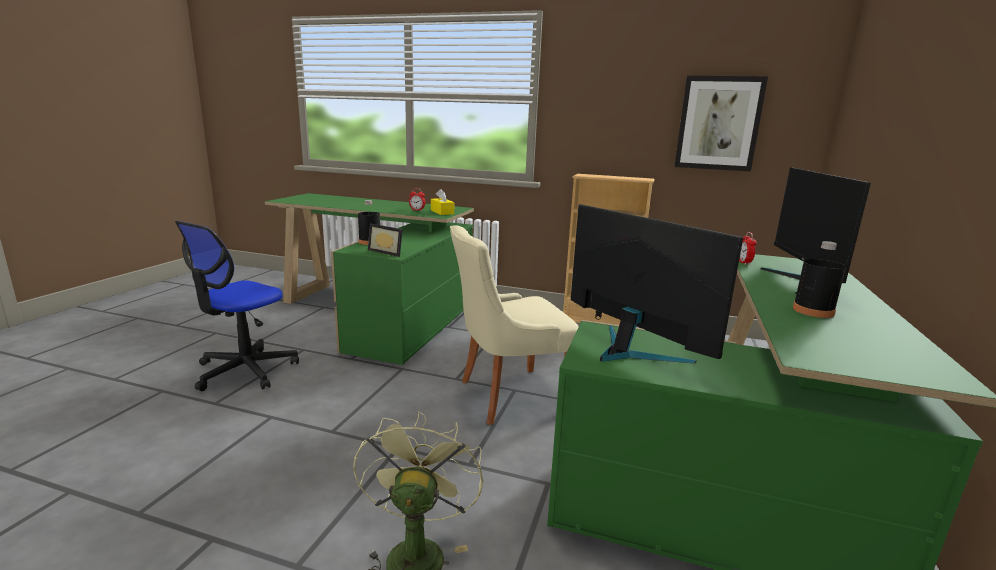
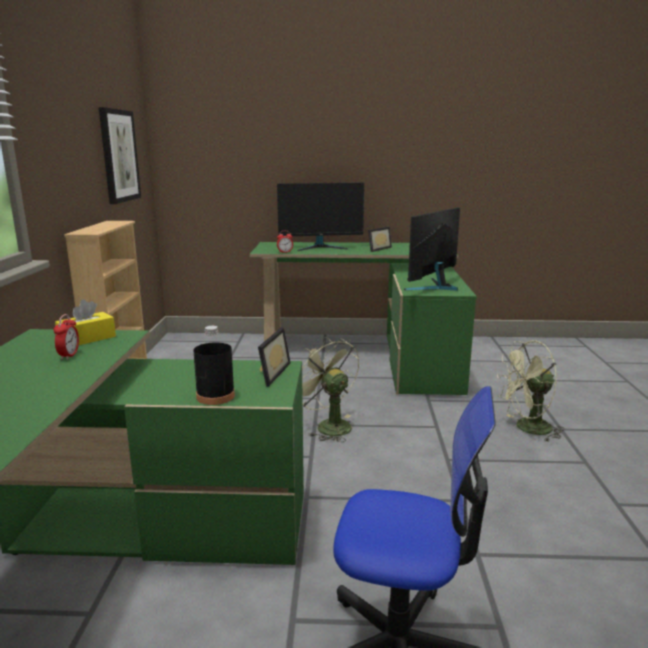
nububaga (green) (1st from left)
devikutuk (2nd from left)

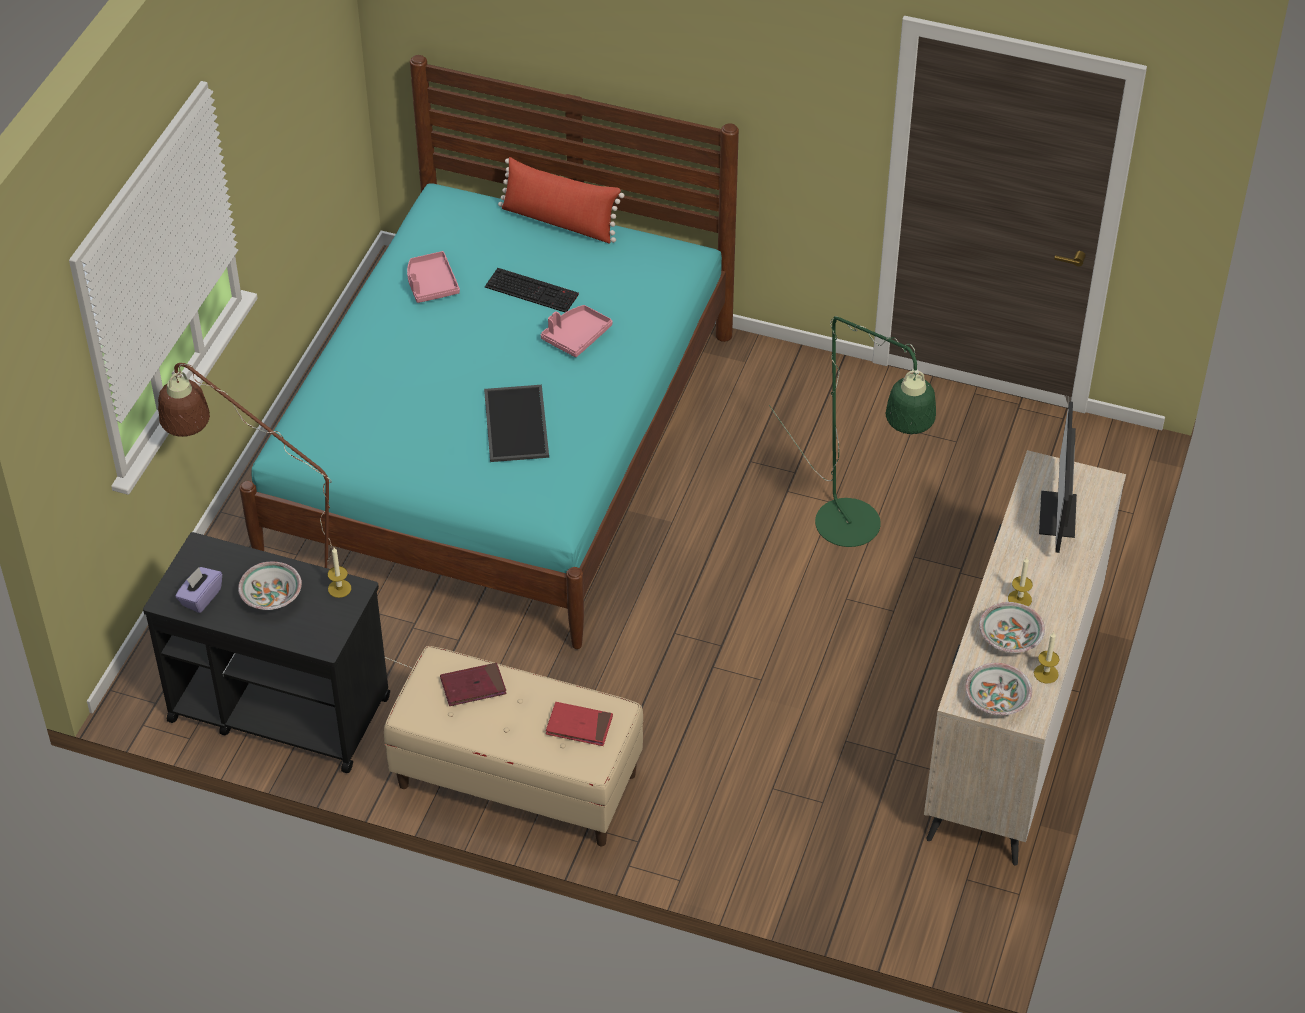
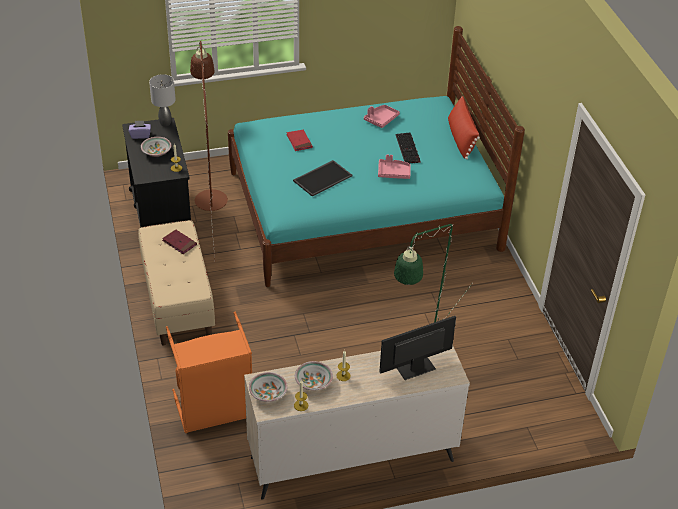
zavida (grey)
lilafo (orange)
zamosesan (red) (2nd from left)

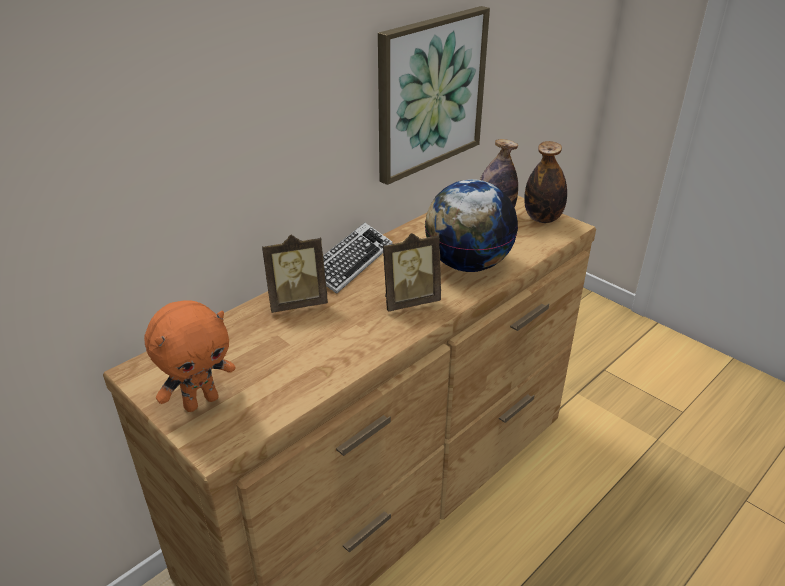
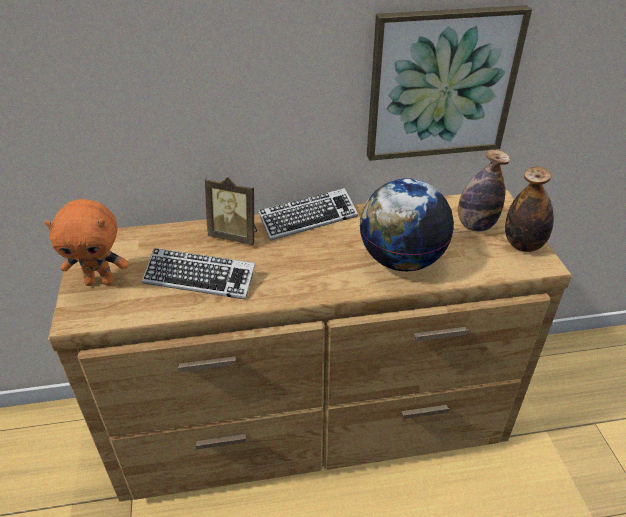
devikutuk (2nd from left in the first image)
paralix (1st from left)

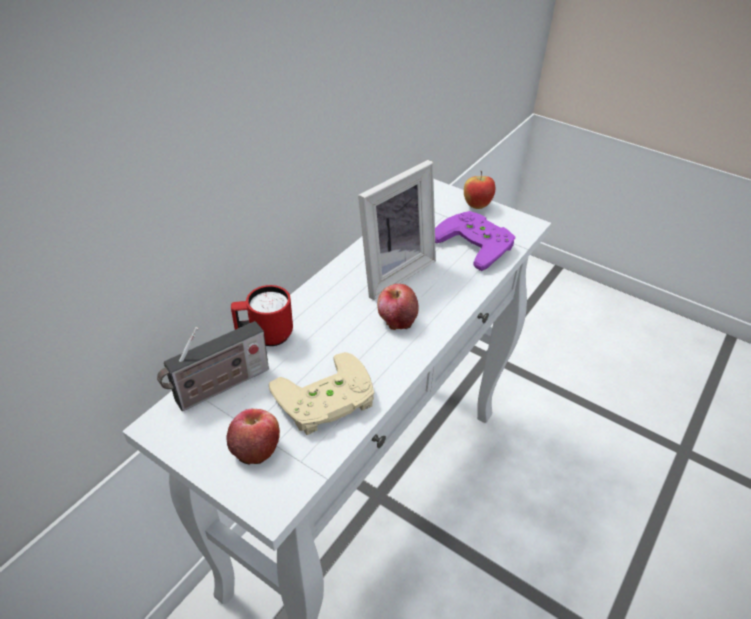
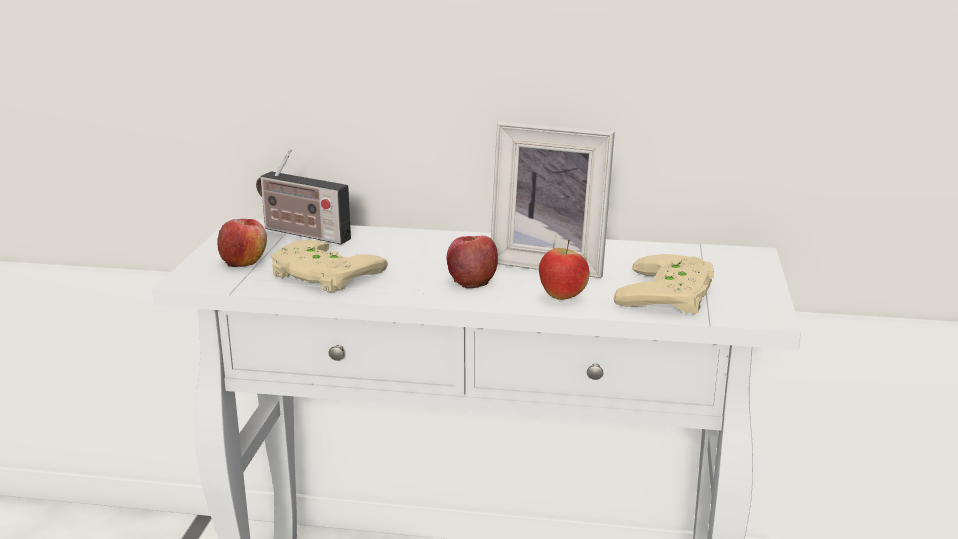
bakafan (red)
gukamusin (3rd from left)
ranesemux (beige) (2nd from left)

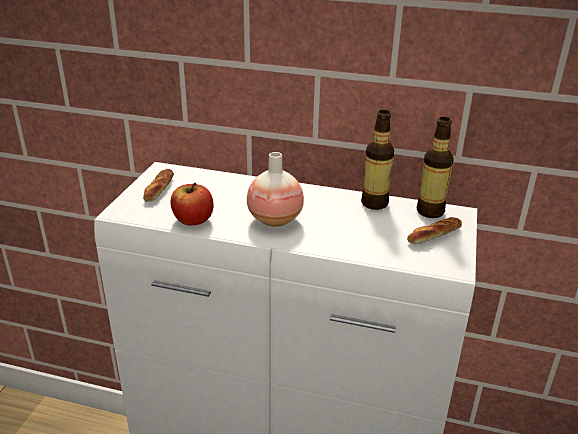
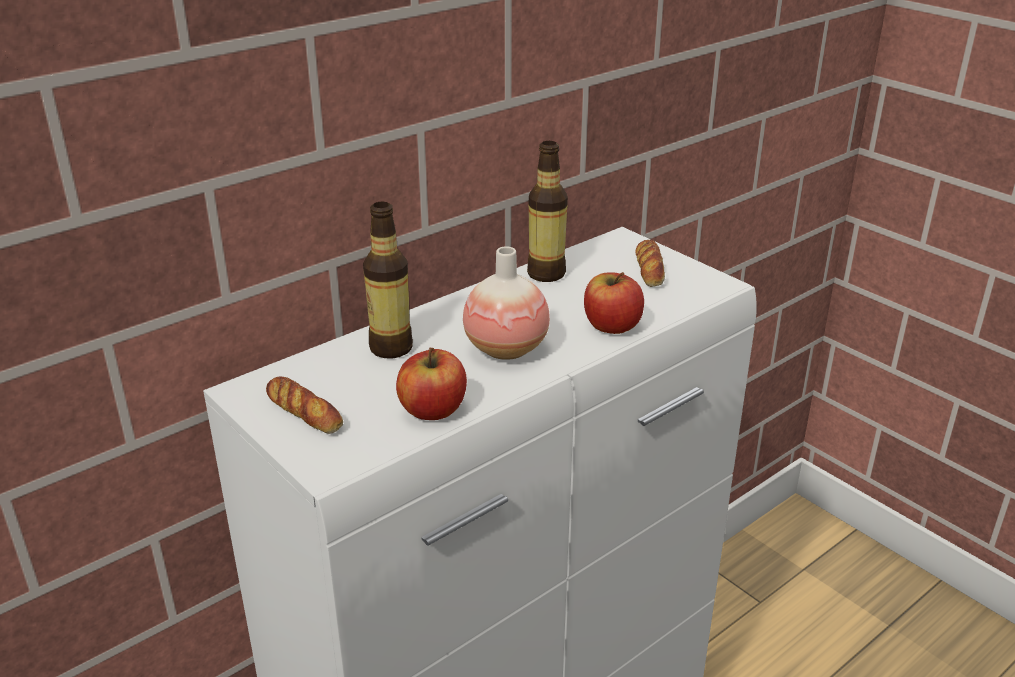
gukamusin (2nd from left)
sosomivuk (1st from left)

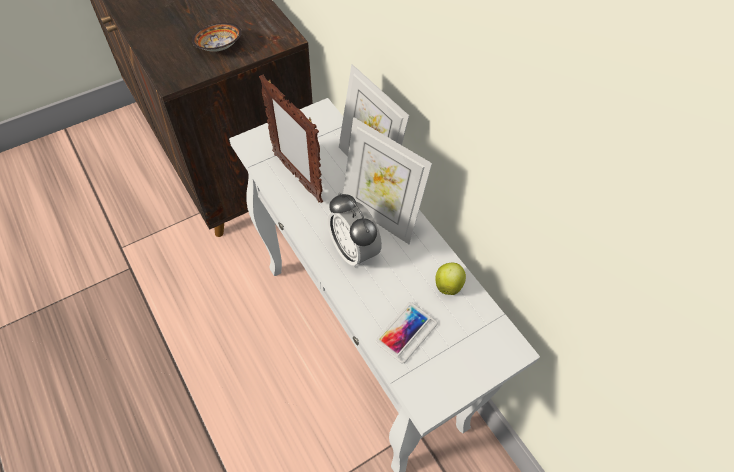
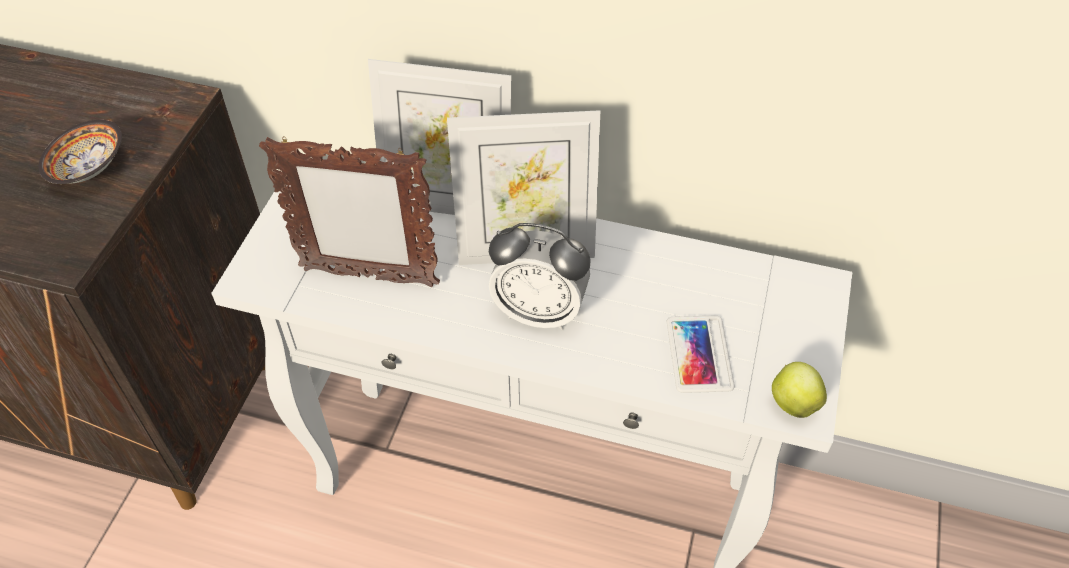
gukamusin

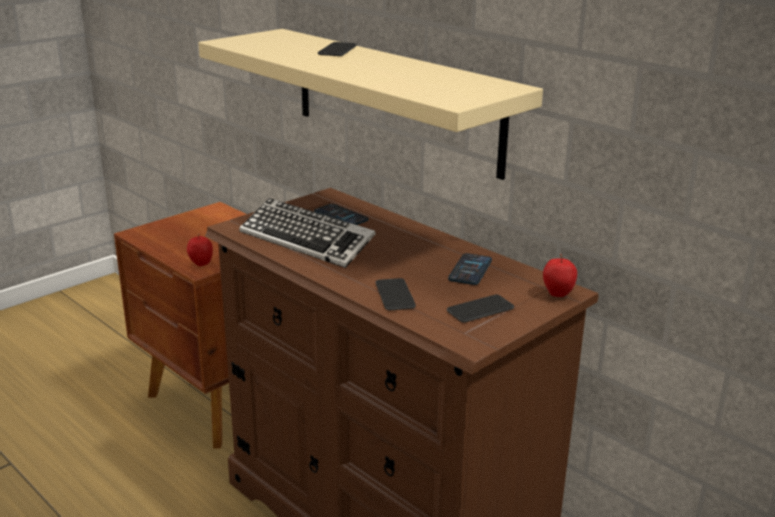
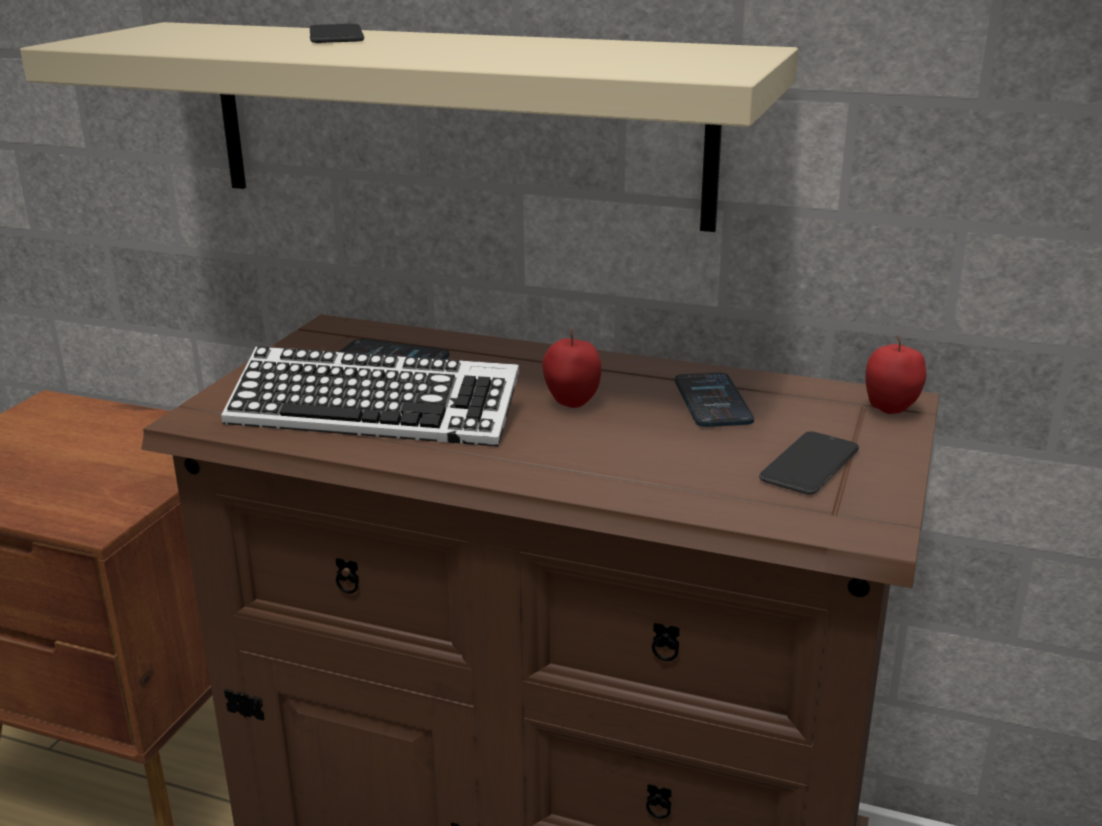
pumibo (3rd from left in the first image)
gukamusin (1st from left)

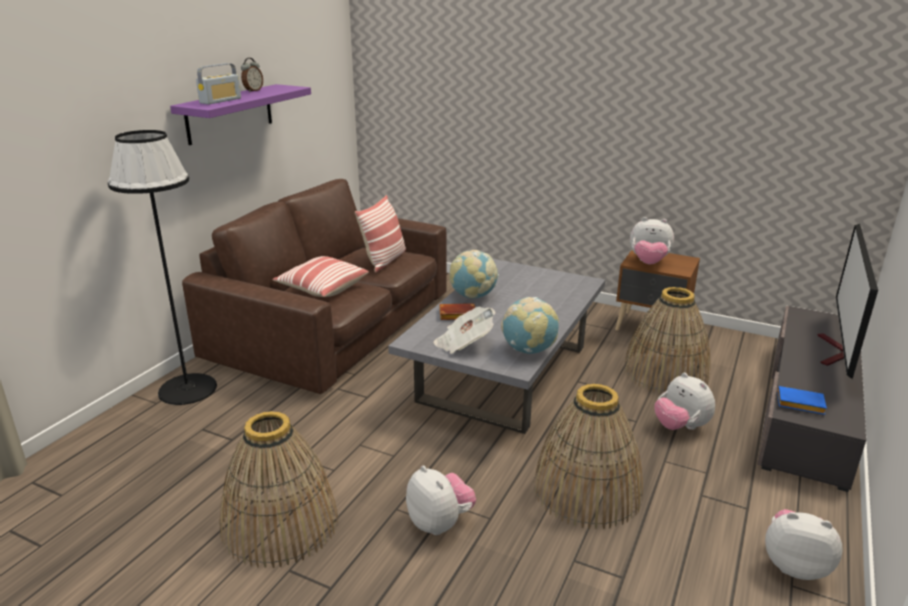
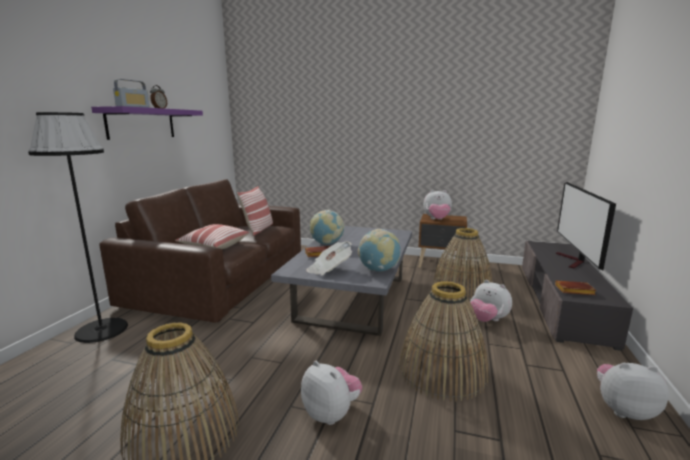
zamosesan (brown) (2nd from left)

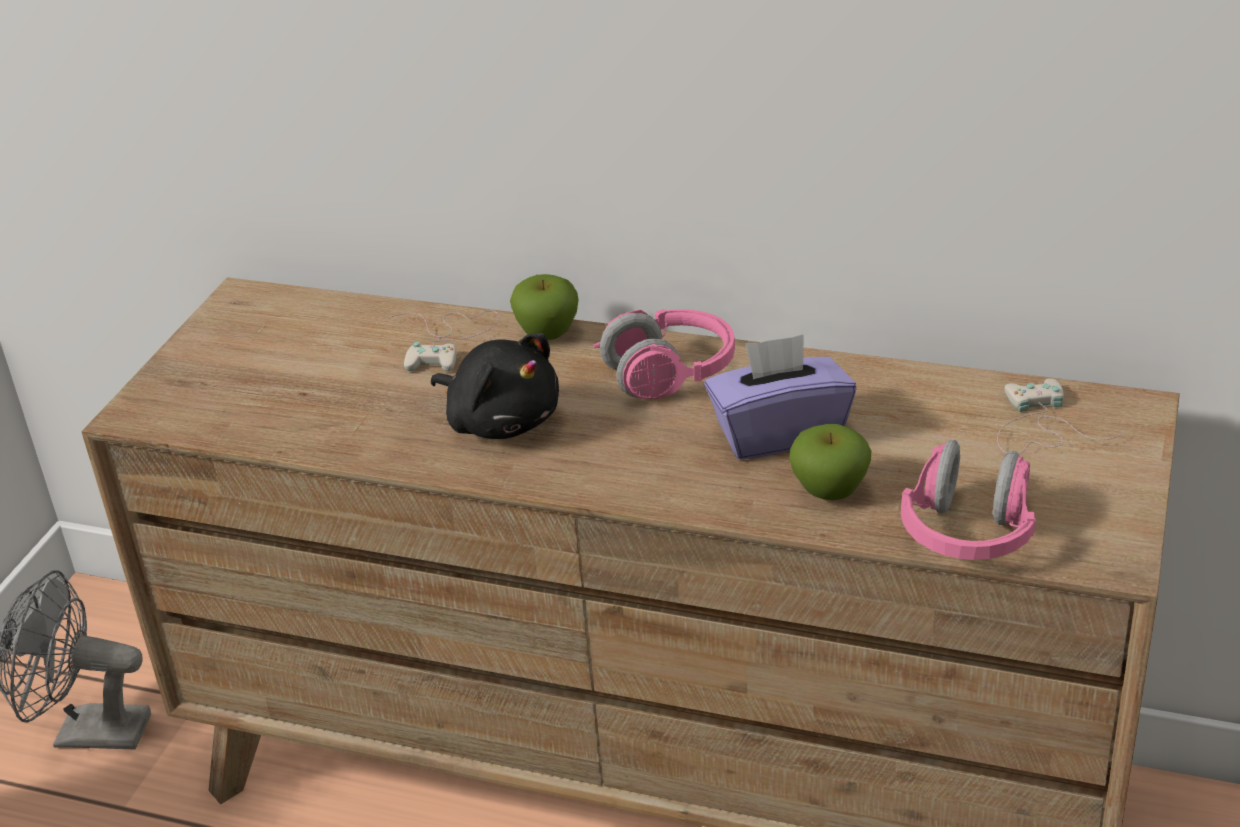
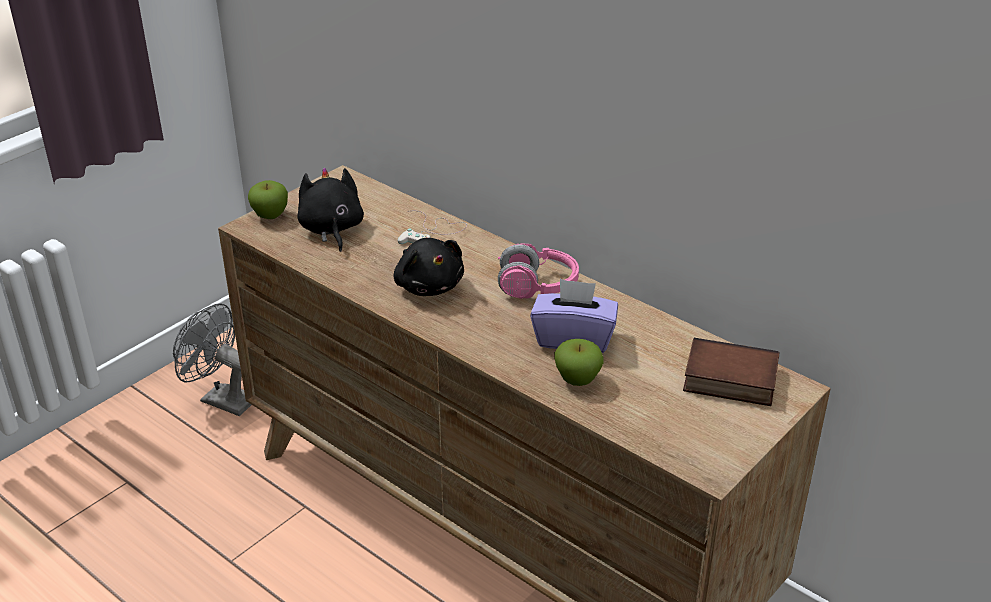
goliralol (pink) (2nd from left in the first image)
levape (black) (1st from left)
gukamusin (1st from left)
zamosesan

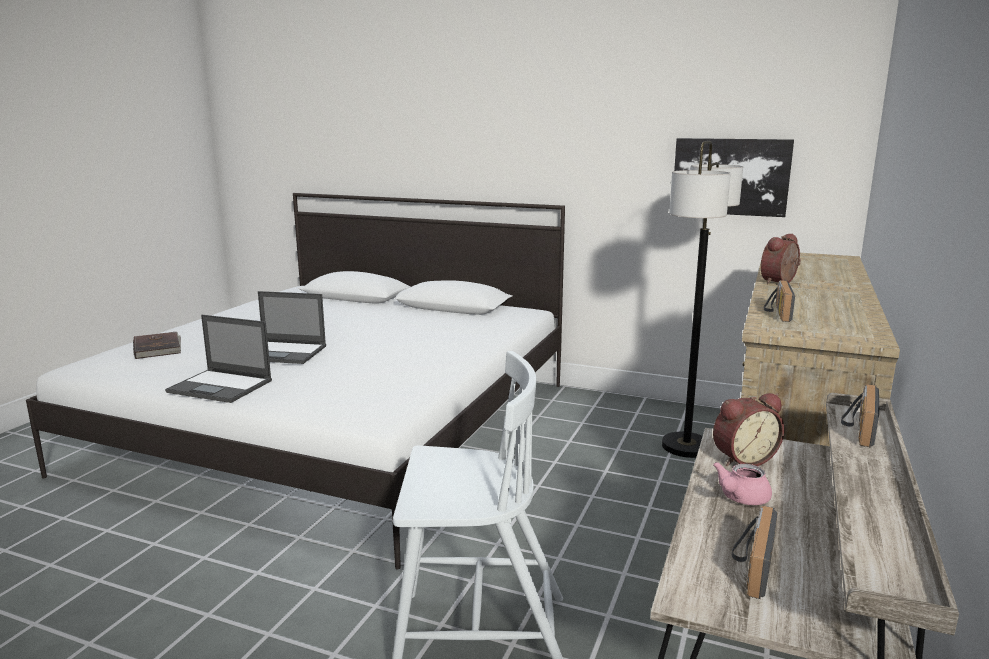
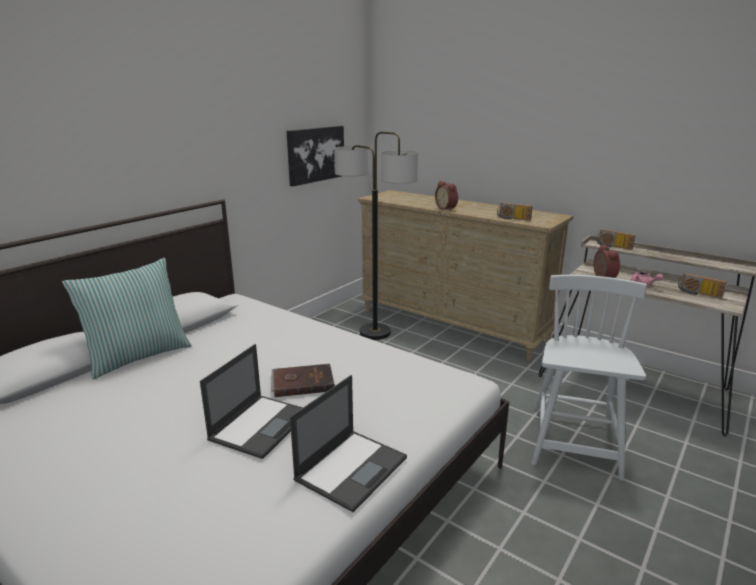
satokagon
zamosesan (brown)

